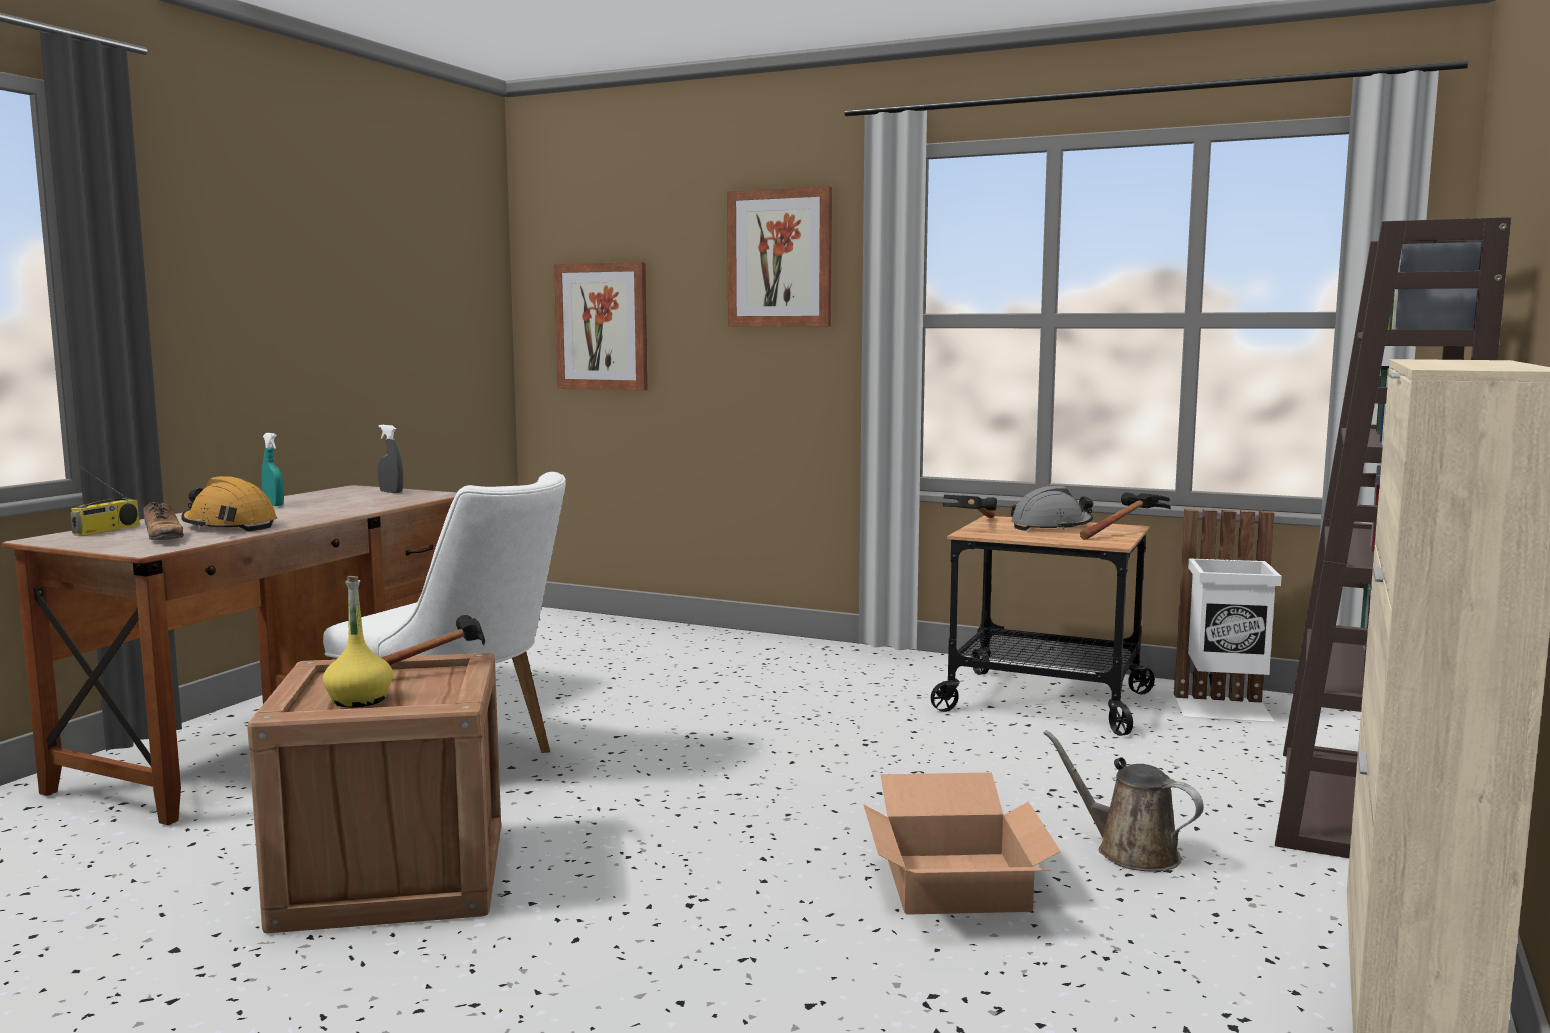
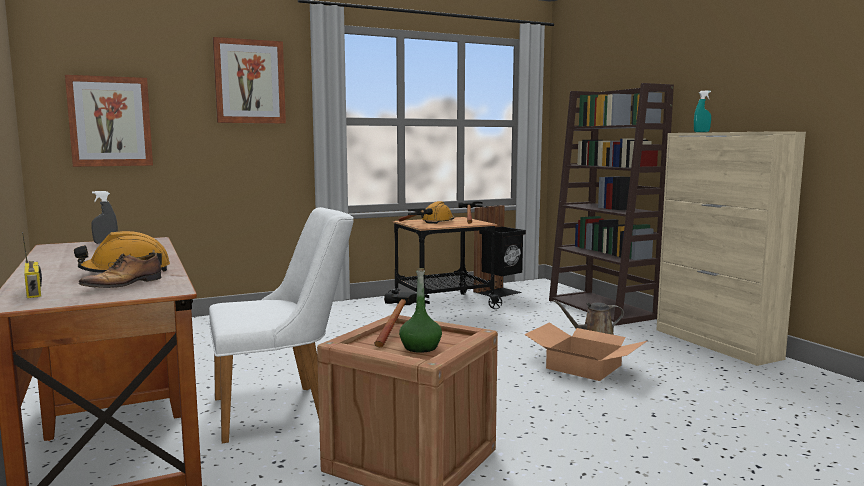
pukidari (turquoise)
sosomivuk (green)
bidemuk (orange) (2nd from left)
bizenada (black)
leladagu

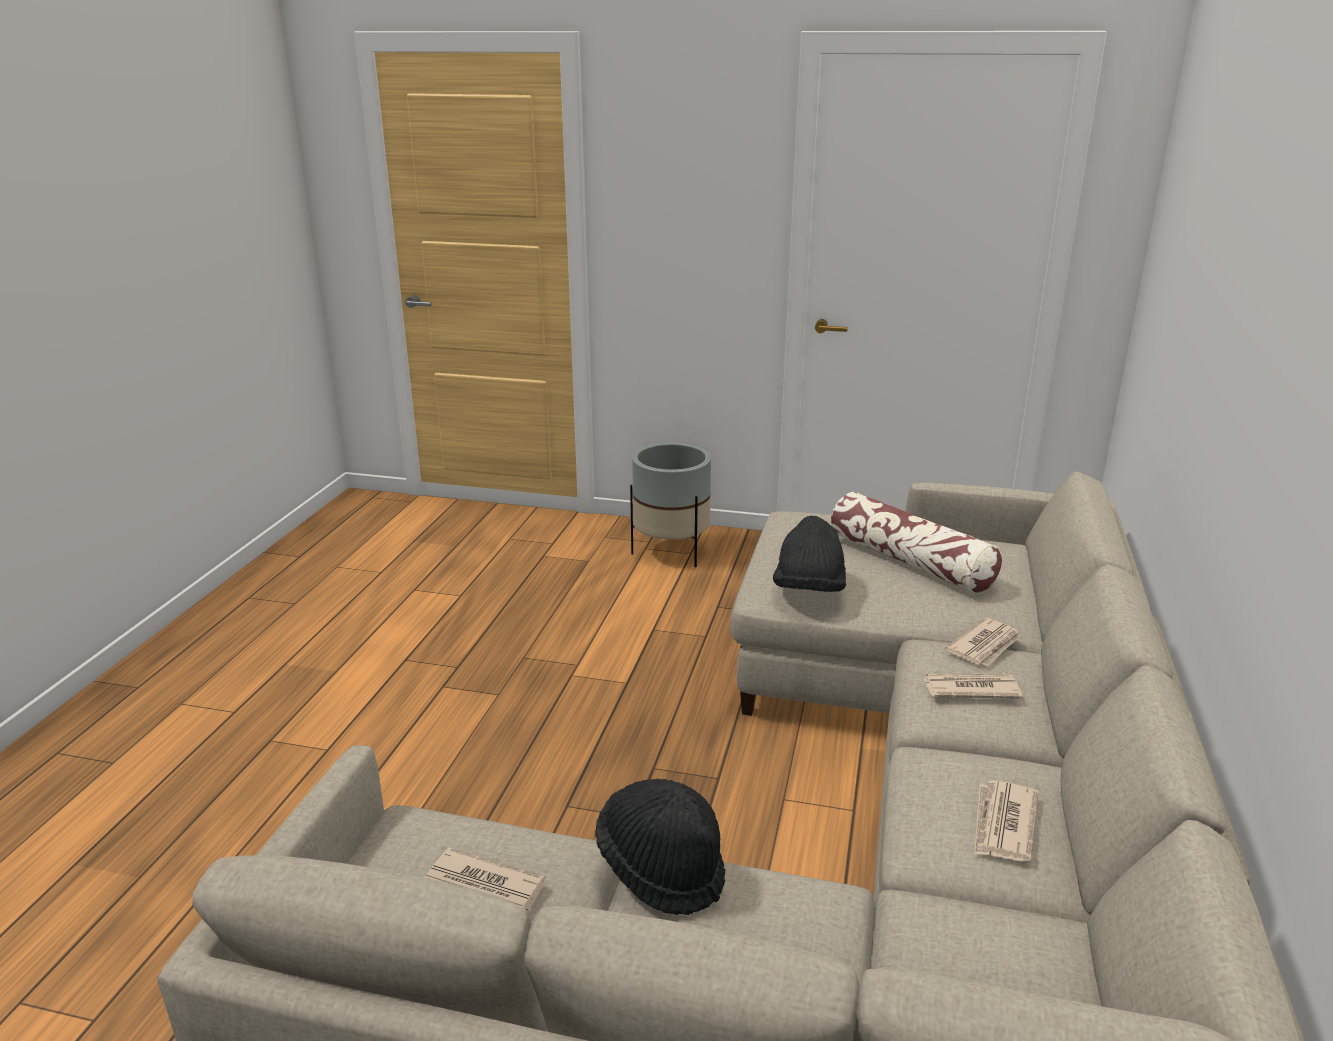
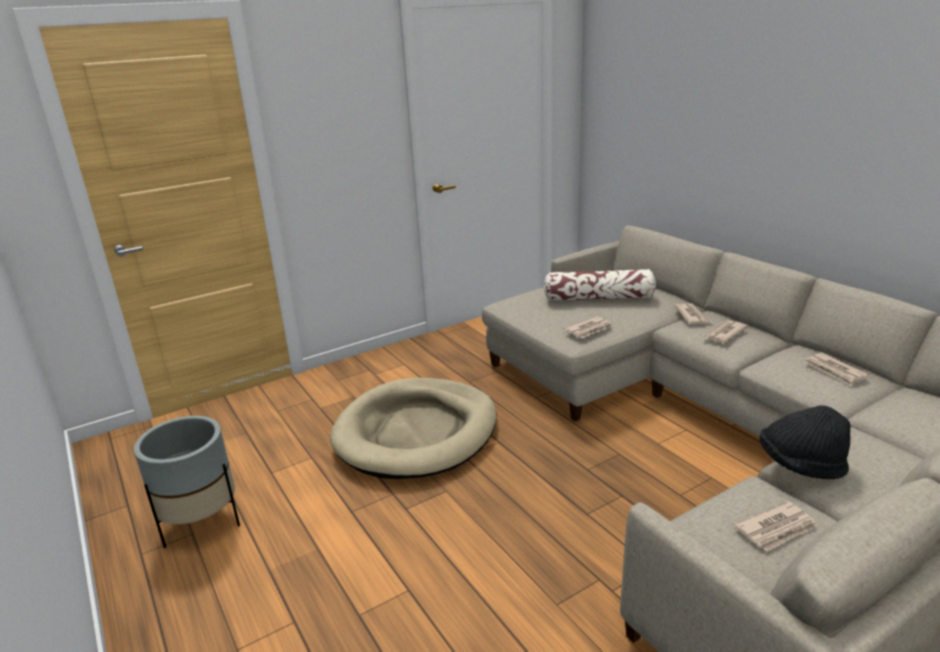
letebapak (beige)
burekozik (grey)
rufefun (1st from left)

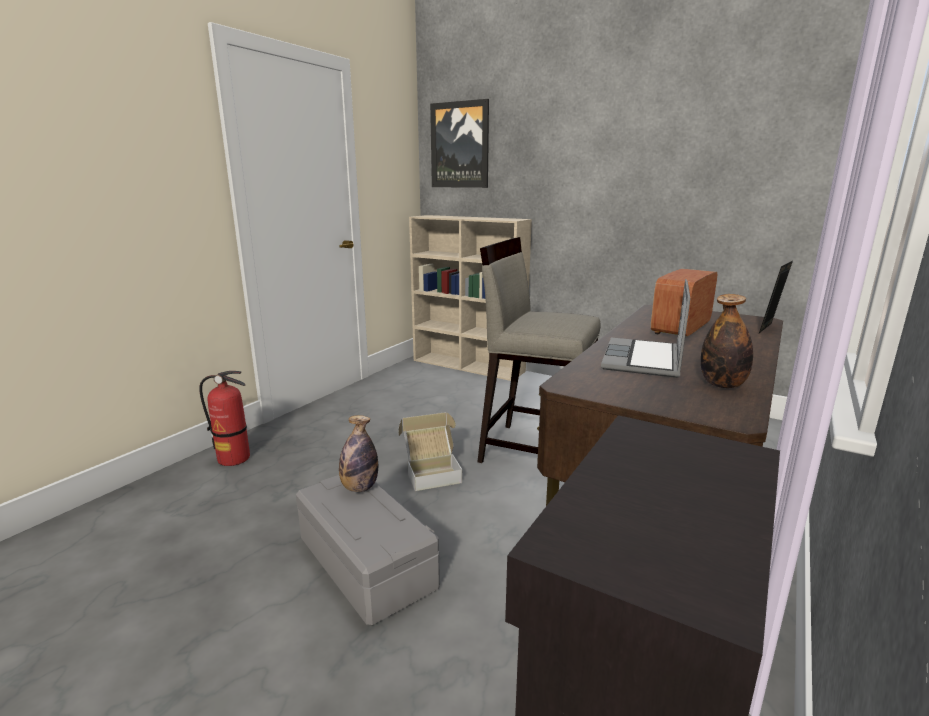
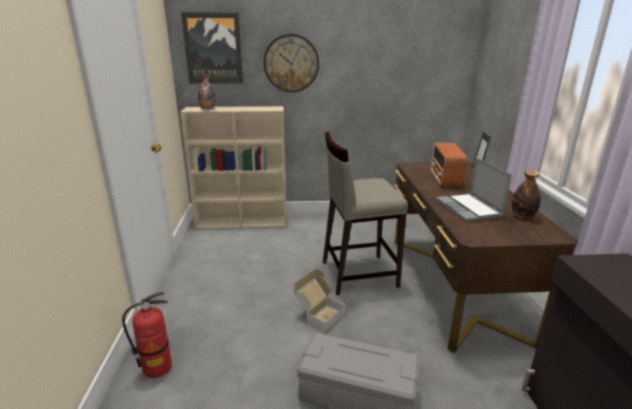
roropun
sosomivuk (1st from left)

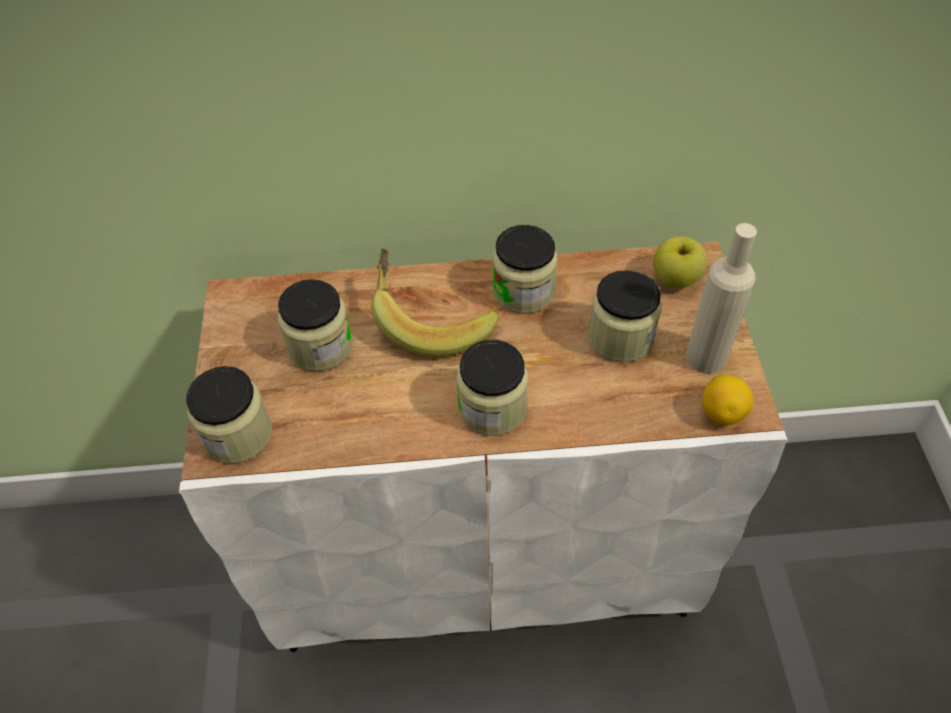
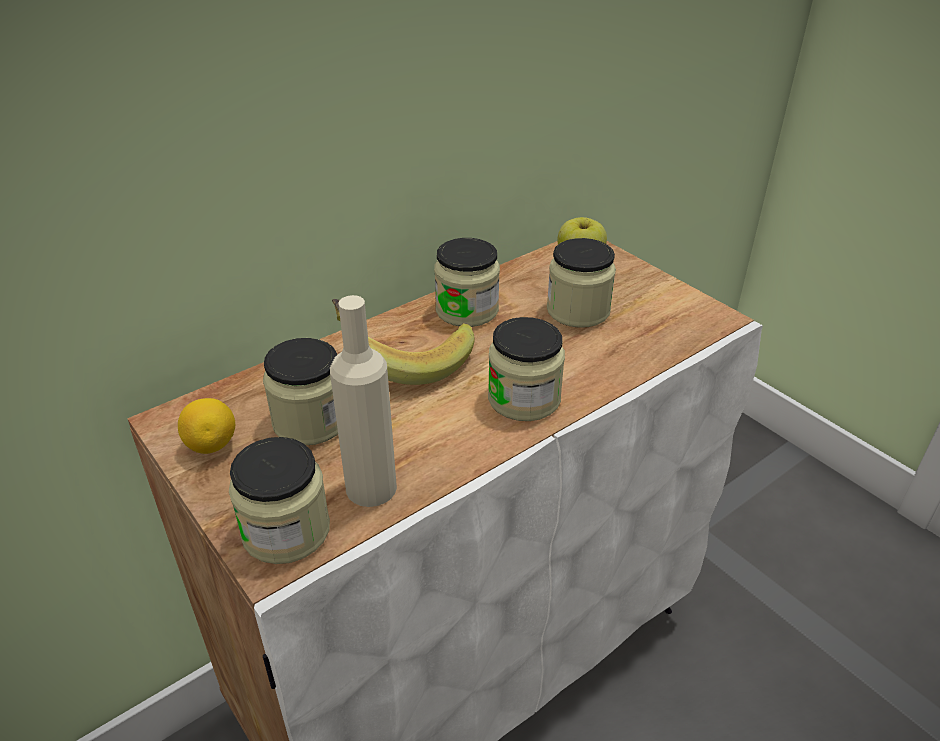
sosomivuk (beige)
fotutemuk

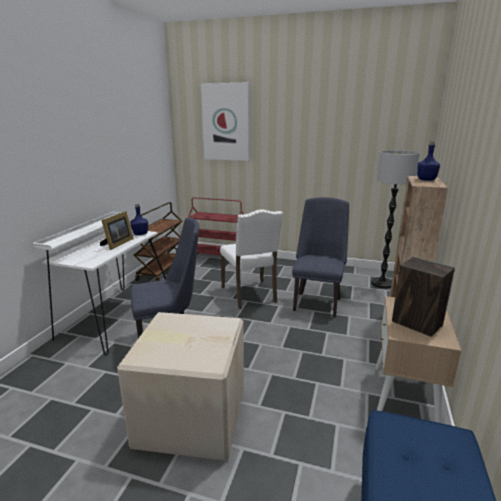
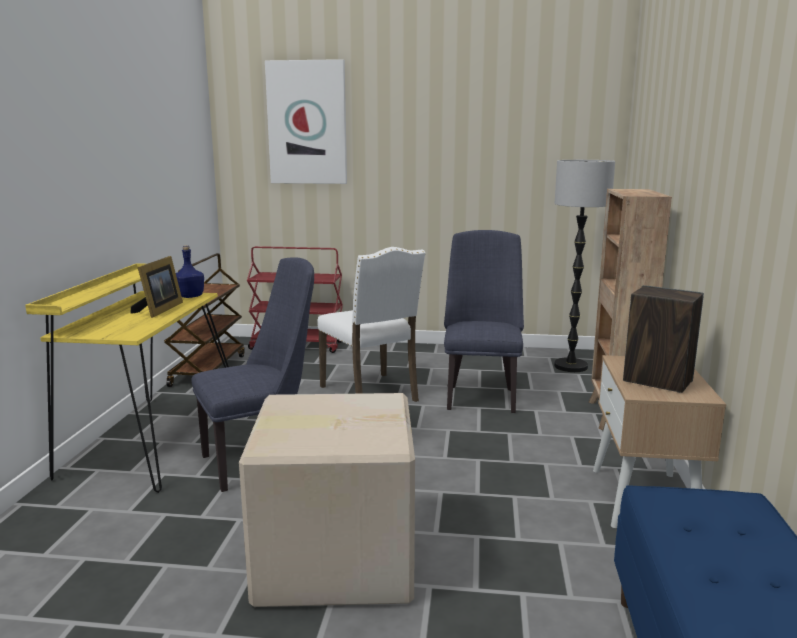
sosomivuk (blue) (2nd from left in the first image)
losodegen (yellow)

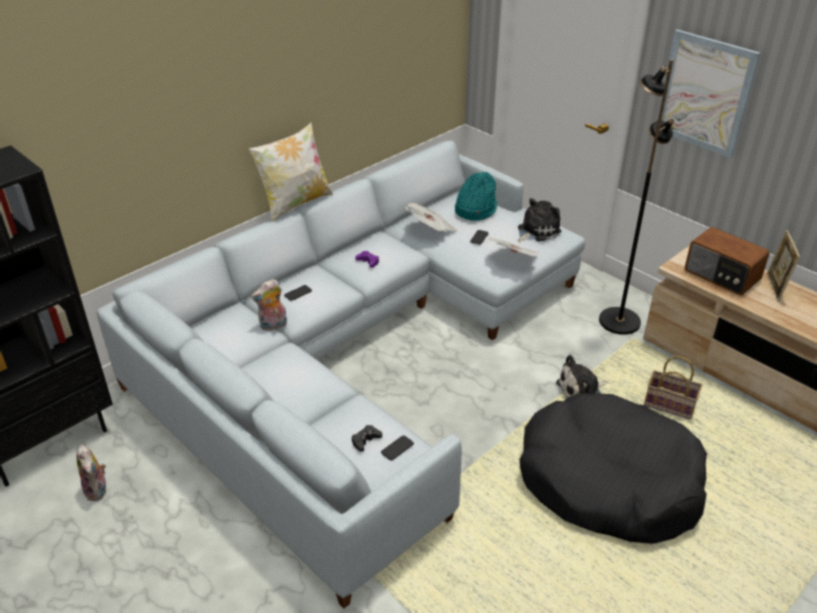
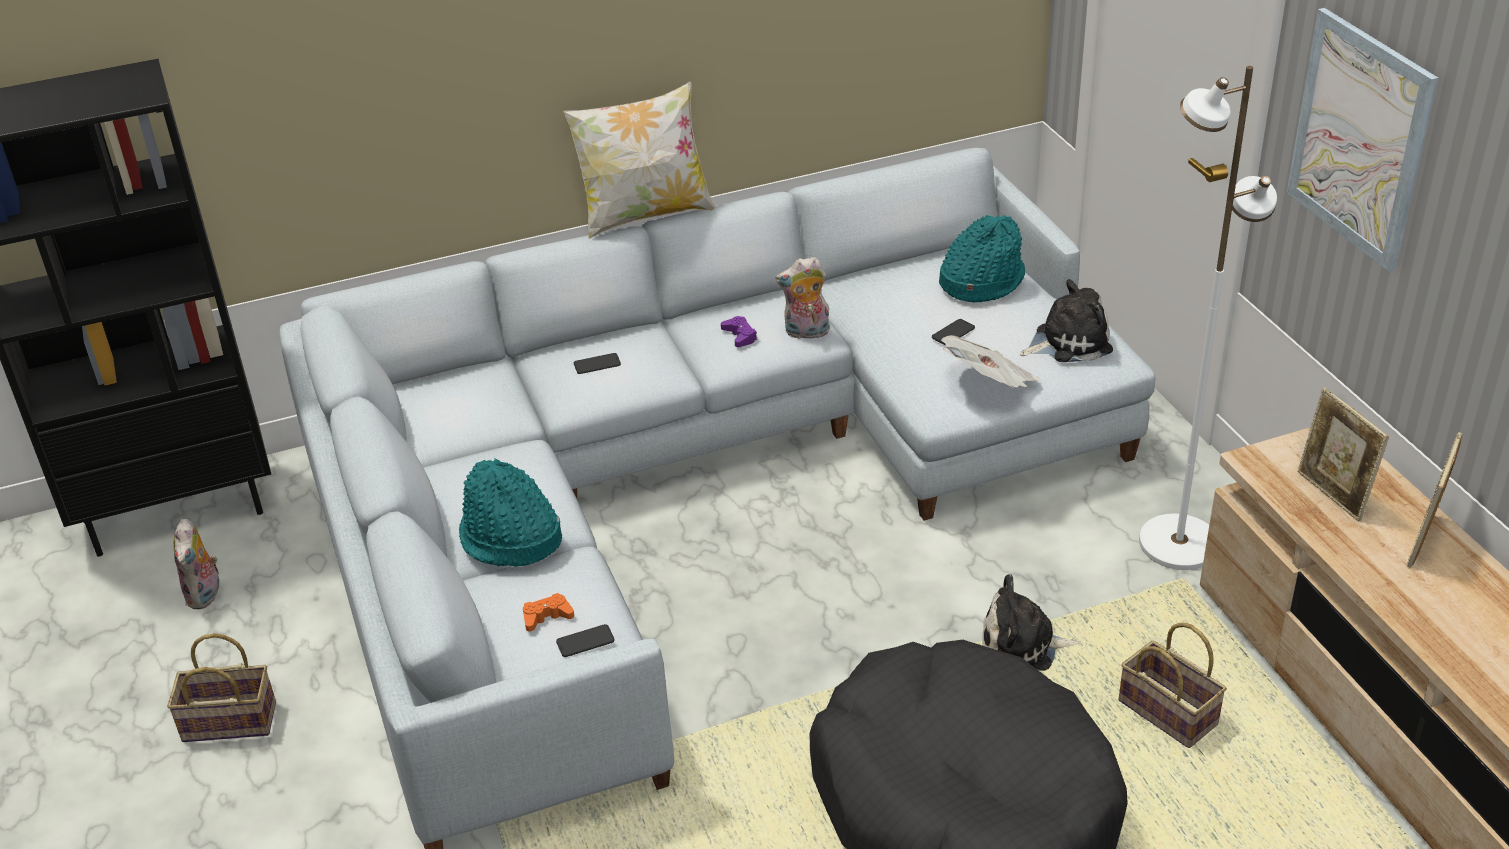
rufefun (1st from left in the first image)
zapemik (1st from left)
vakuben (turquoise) (1st from left)
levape (2nd from left)
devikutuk (1st from left)
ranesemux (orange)
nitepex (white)

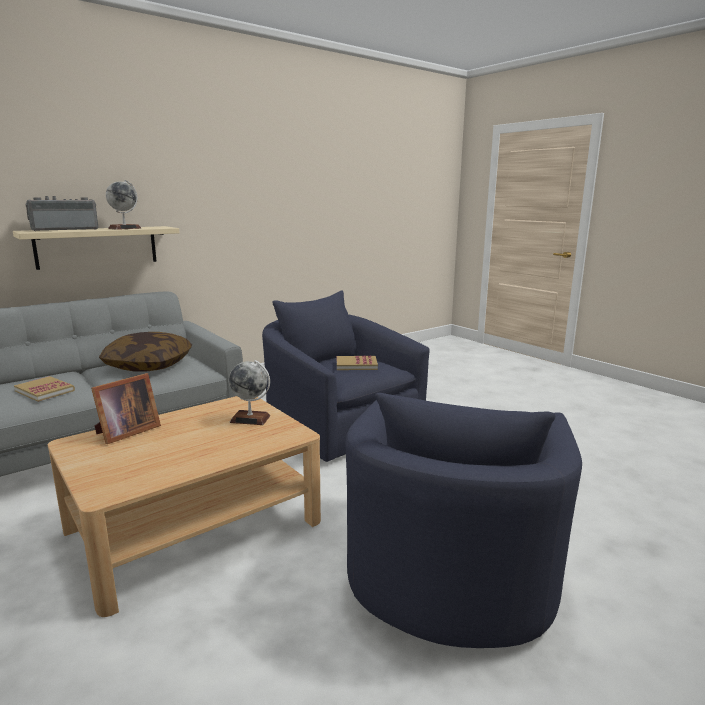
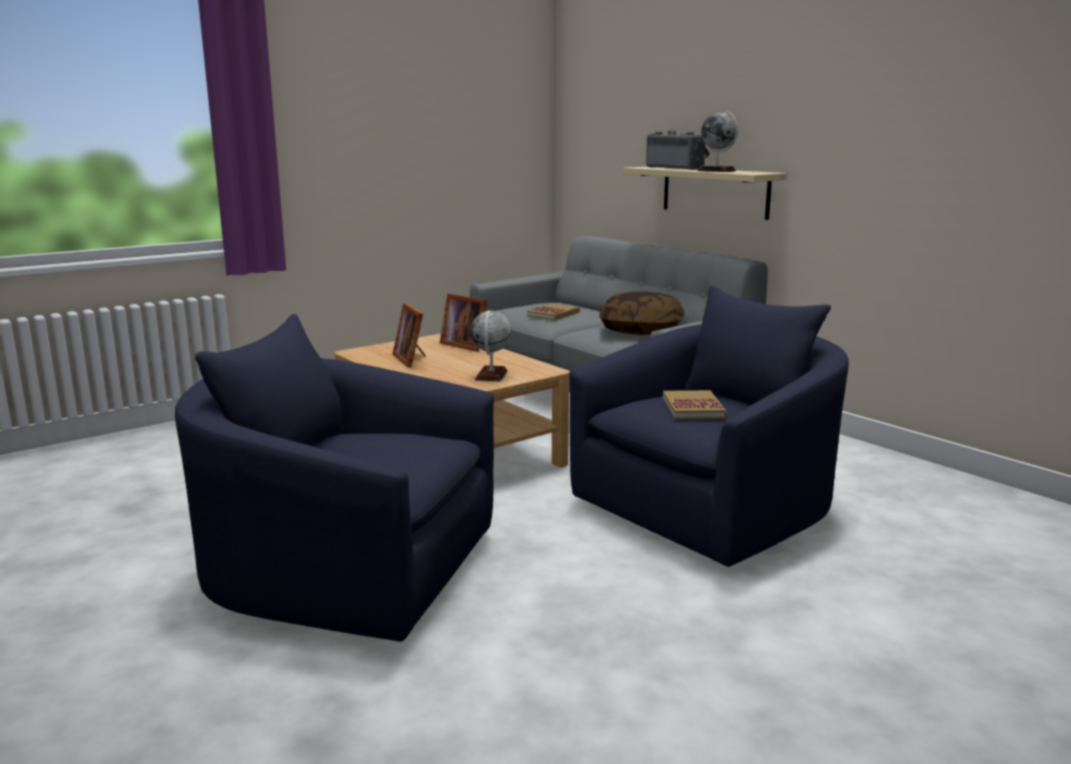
devikutuk (1st from left)

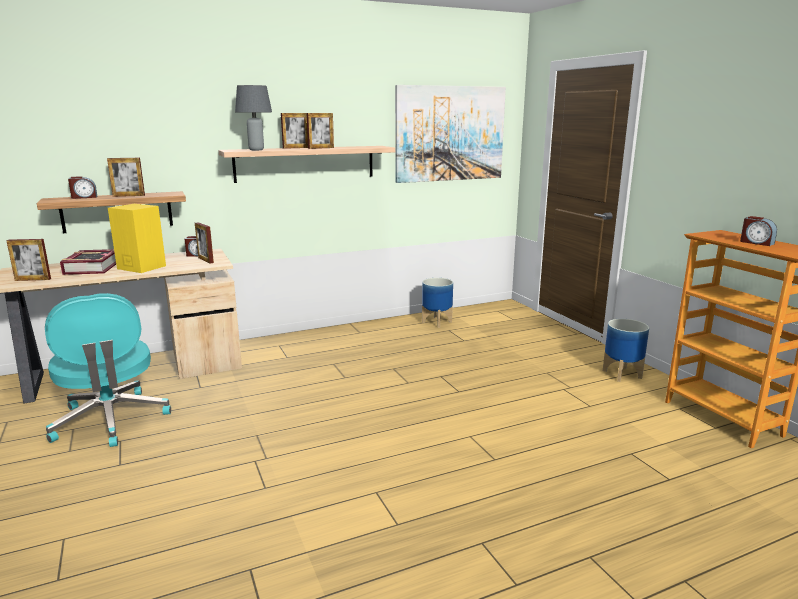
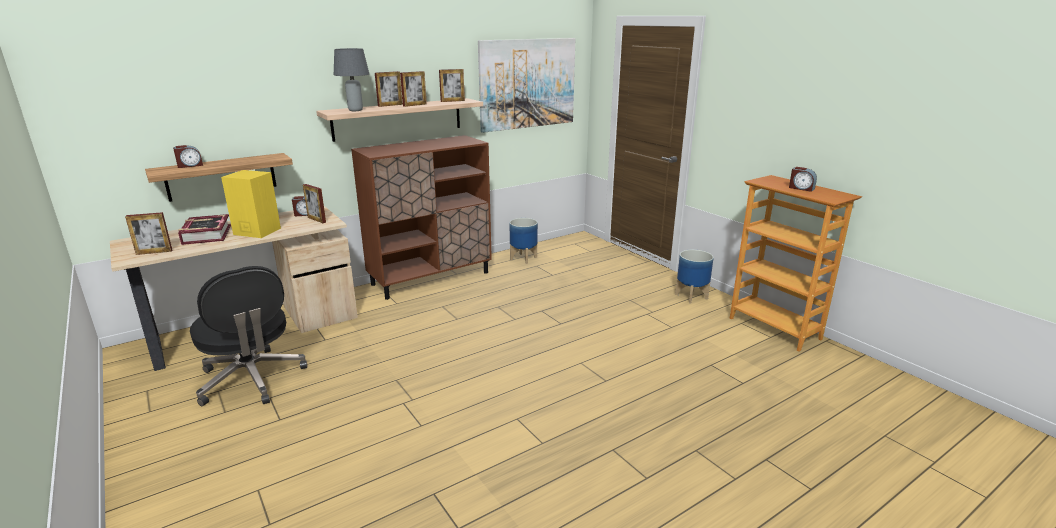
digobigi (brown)
devikutuk (5th from left)
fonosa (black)

